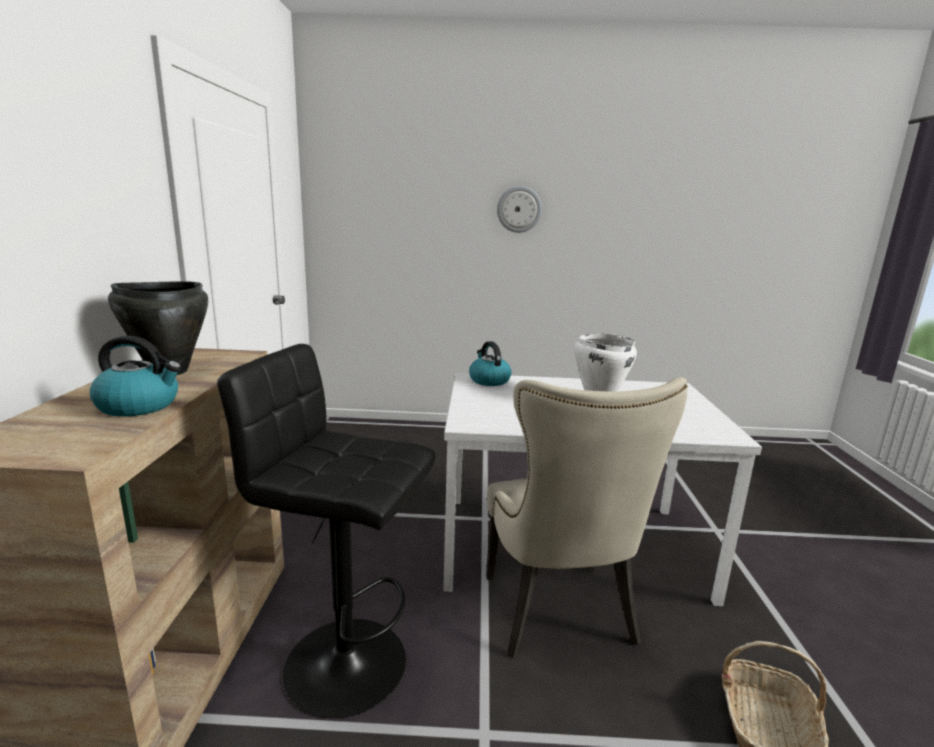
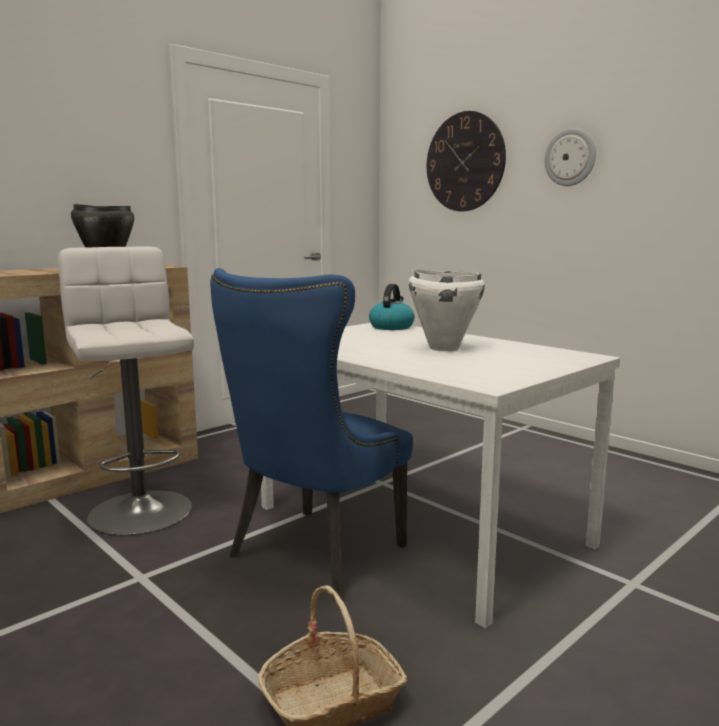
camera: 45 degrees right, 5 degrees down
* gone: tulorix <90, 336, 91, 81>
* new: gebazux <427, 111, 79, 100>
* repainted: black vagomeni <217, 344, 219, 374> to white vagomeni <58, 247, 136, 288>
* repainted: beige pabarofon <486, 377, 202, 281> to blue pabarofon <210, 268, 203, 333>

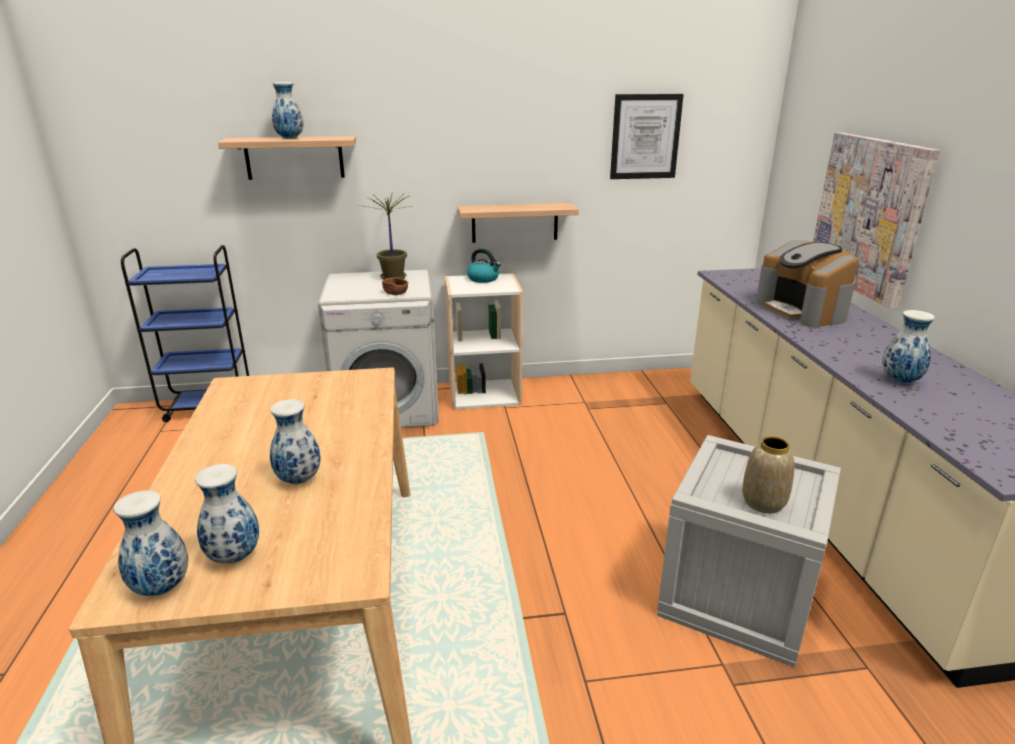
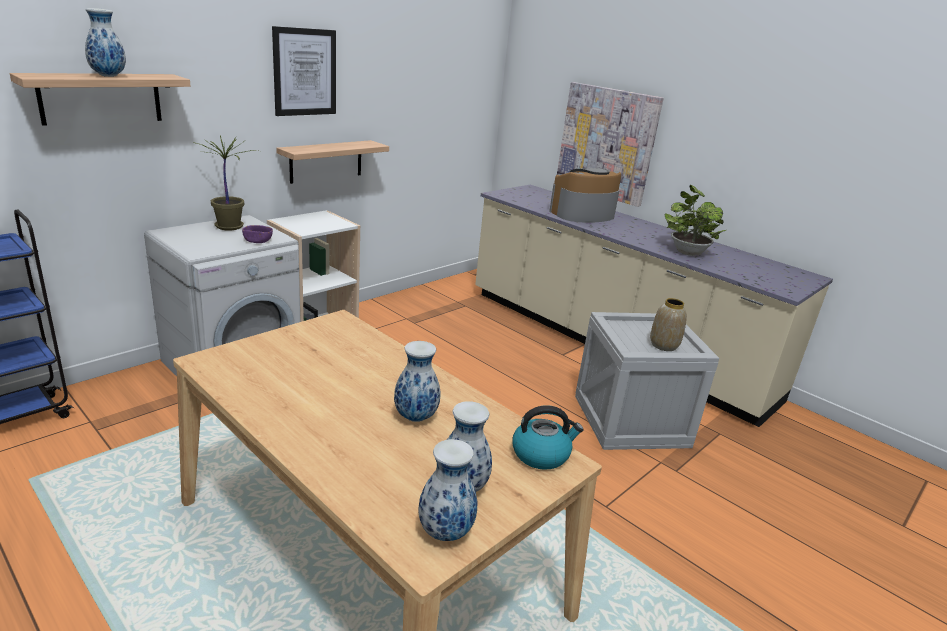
camera: 40 degrees left, 0 degrees up
* shifted: tulorix <467, 249, 34, 34> to <513, 405, 71, 65>
* shifted: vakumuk <610, 94, 74, 85> to <272, 26, 64, 90>
* swapped: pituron <882, 310, 53, 74> to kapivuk <664, 185, 62, 71>
* repainted: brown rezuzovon <382, 277, 26, 18> to purple rezuzovon <242, 225, 31, 18>
* rotated: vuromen <756, 240, 103, 88> = <549, 168, 72, 55> 120 degrees clockwise

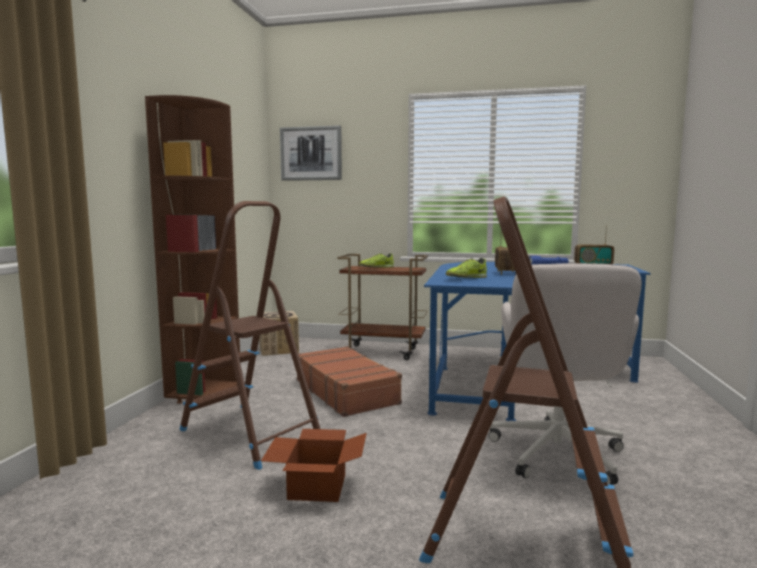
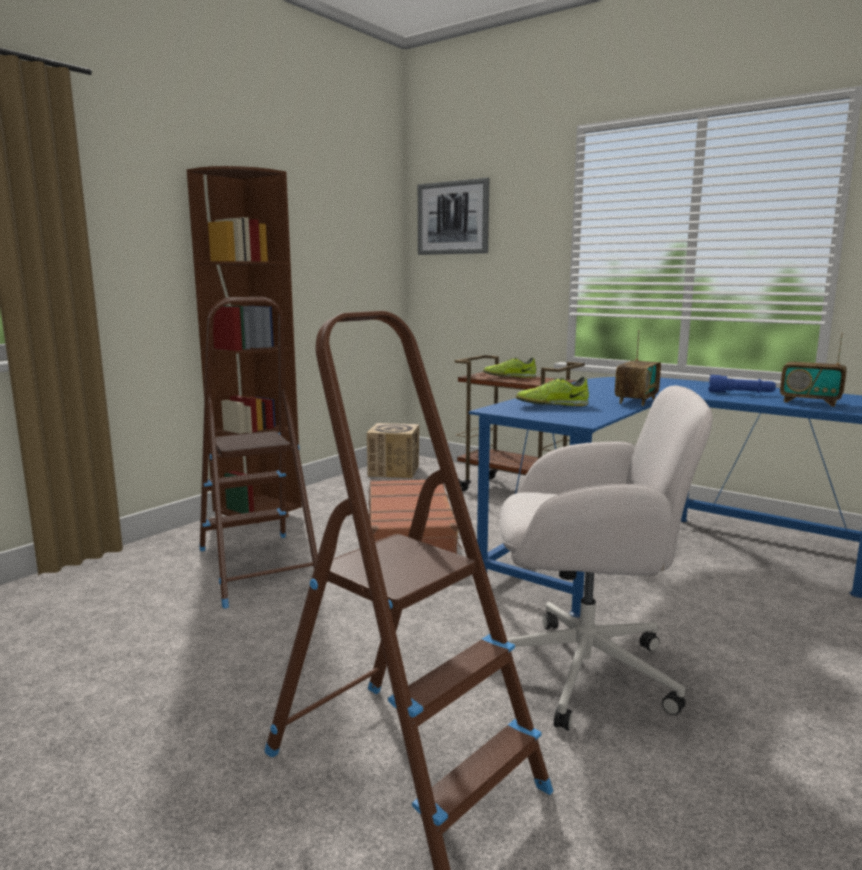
camera: 25 degrees right, 5 degrees up
* gone: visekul <261, 429, 106, 73>
* rotated: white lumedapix <488, 263, 154, 222> = <499, 385, 214, 345> 120 degrees counterclockwise

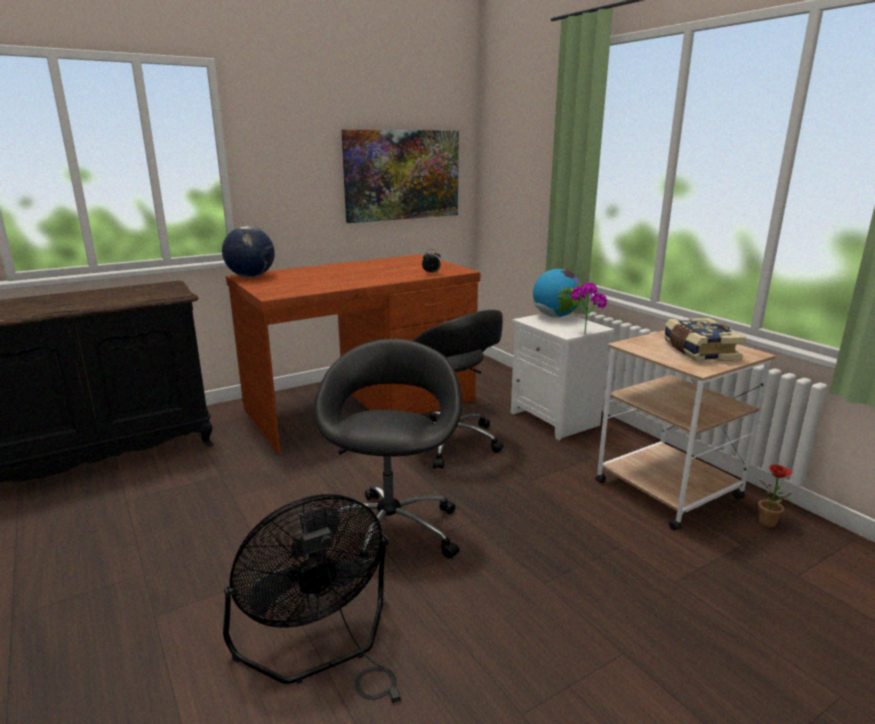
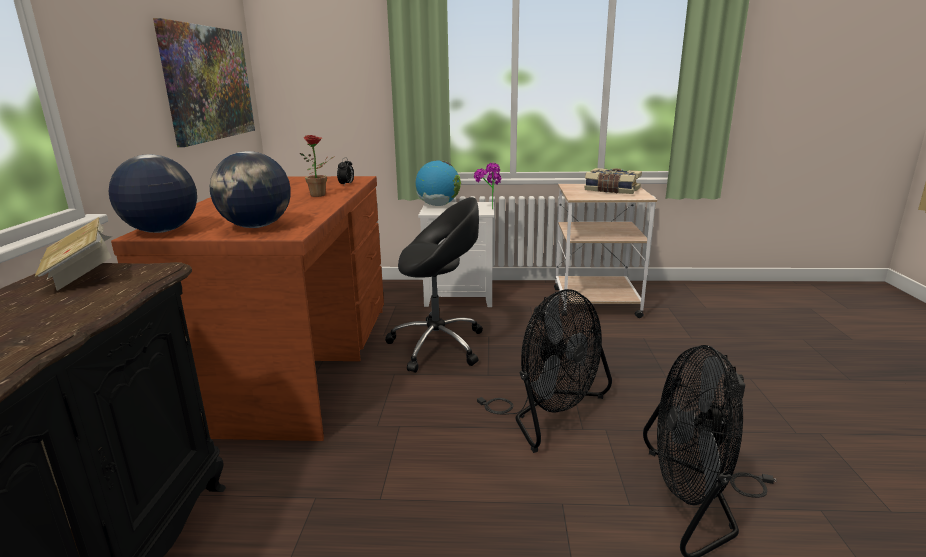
camera: 55 degrees left, 0 degrees up
* new: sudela <34, 217, 78, 74>
* new: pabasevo <210, 151, 81, 77>
* shifted: kapivuk <758, 464, 39, 64> to <300, 135, 35, 62>
* swapped: black lumedapix <314, 339, 149, 232> to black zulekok <477, 289, 135, 164>

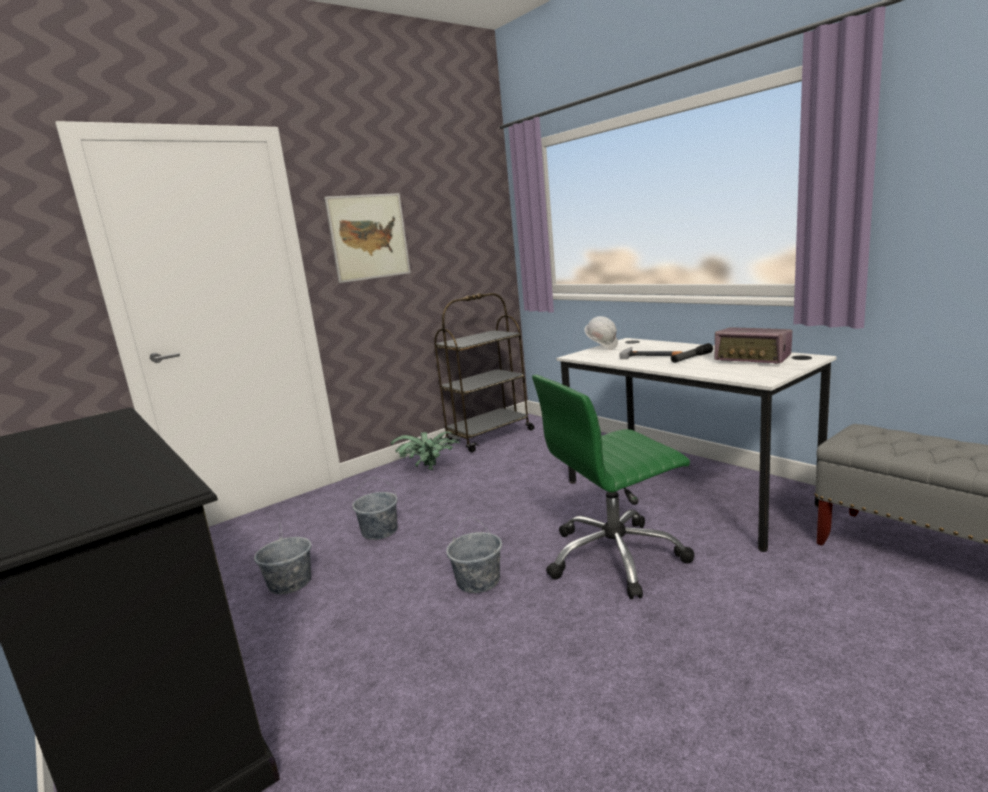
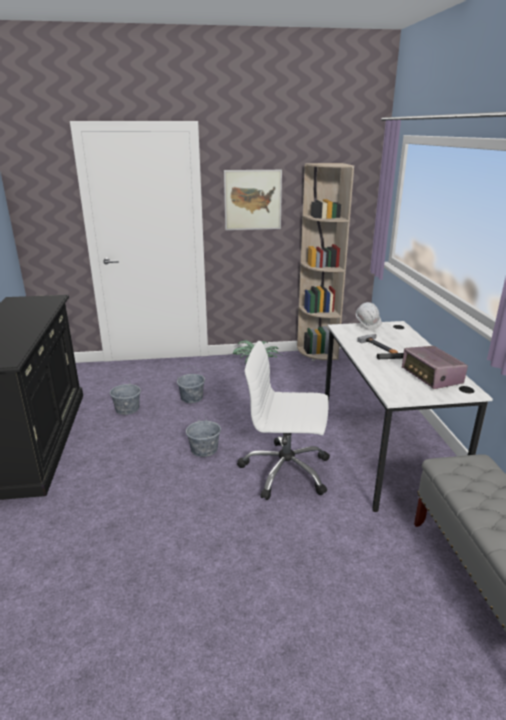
camera: 30 degrees right, 10 degrees up
* swapped: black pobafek <434, 293, 100, 160> to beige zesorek <297, 163, 57, 198>
* repainted: green lumedapix <532, 374, 163, 225> to white lumedapix <237, 341, 93, 159>

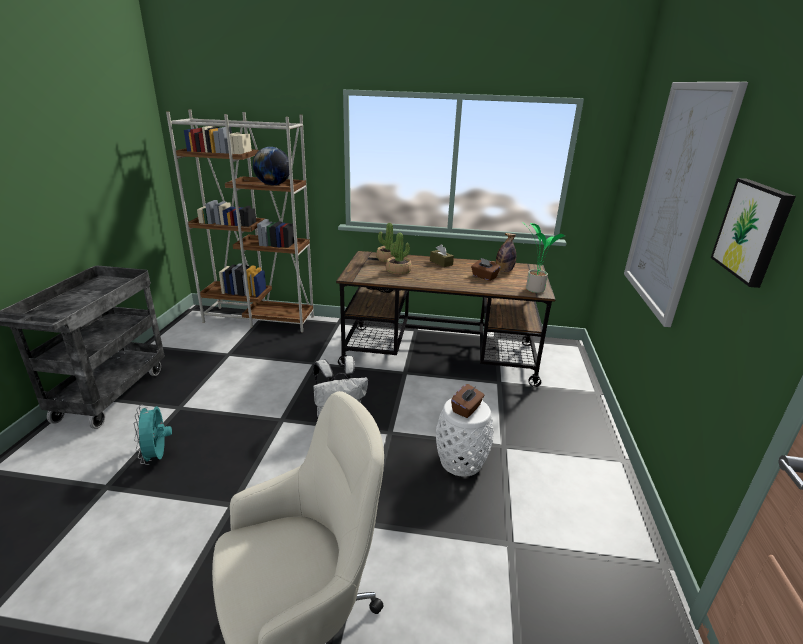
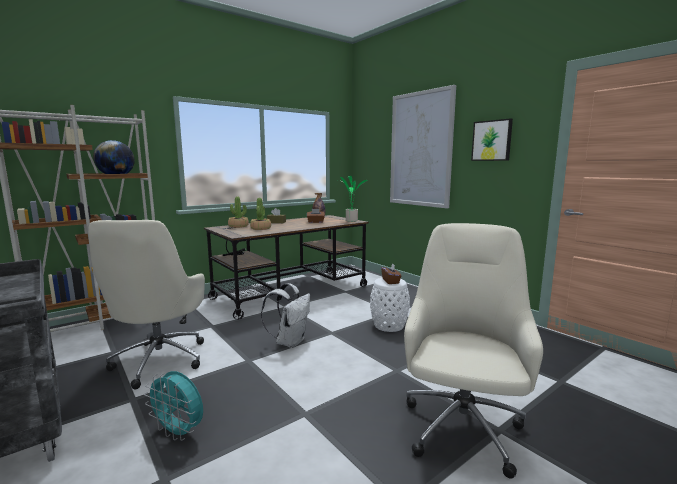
camera: 45 degrees left, 15 degrees down
* new: beige lumedapix <89, 220, 116, 169>

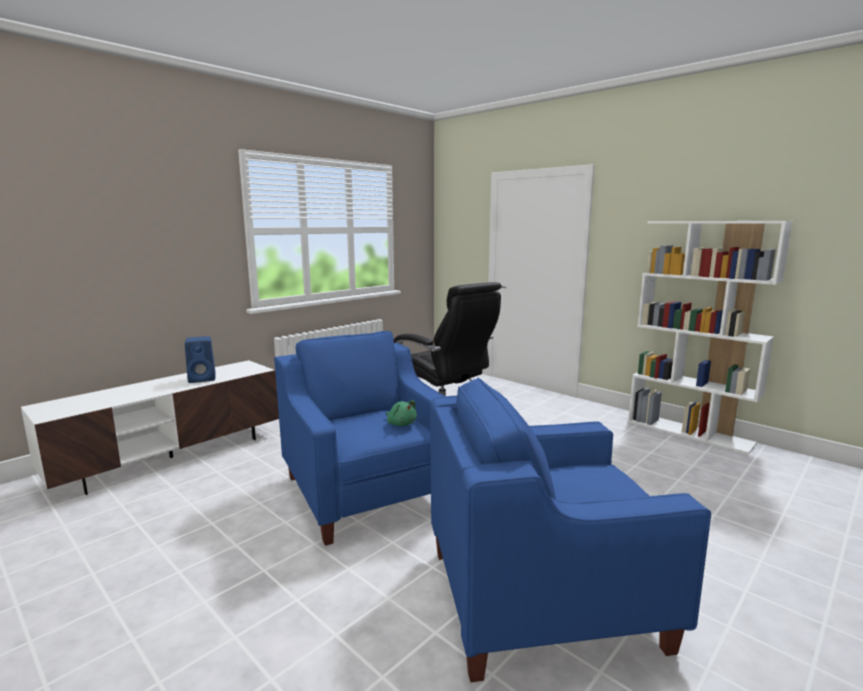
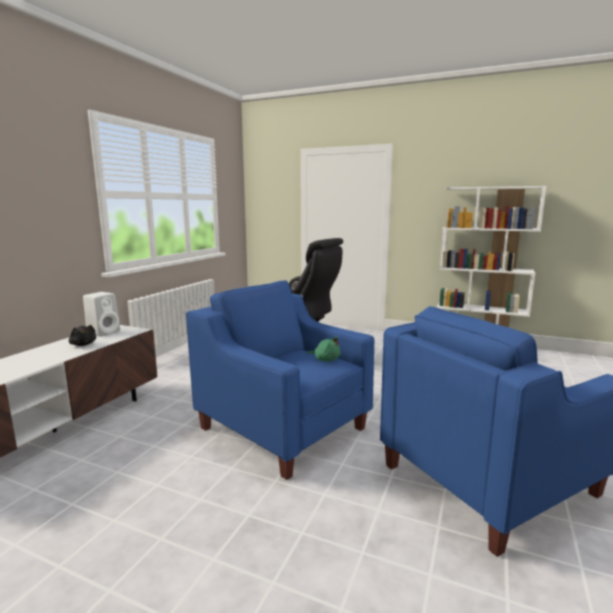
camera: 20 degrees left, 0 degrees up
* new: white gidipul <83, 292, 37, 45>
* swapped: blue gidipul <185, 336, 31, 47> to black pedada <69, 325, 27, 21>

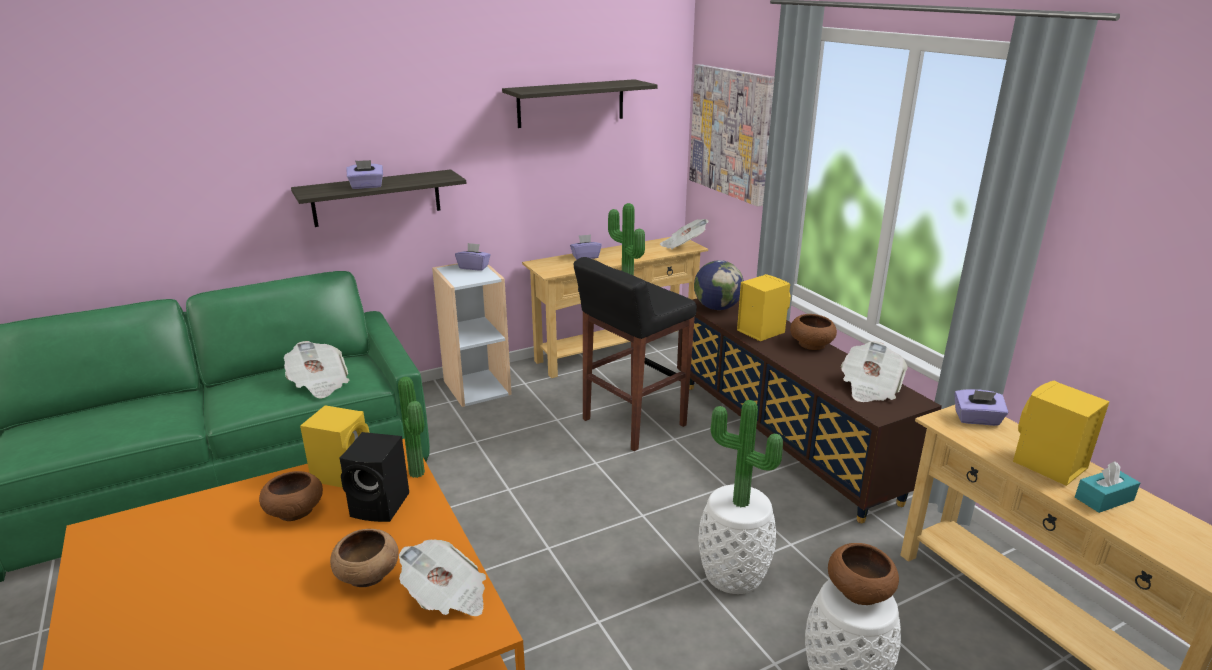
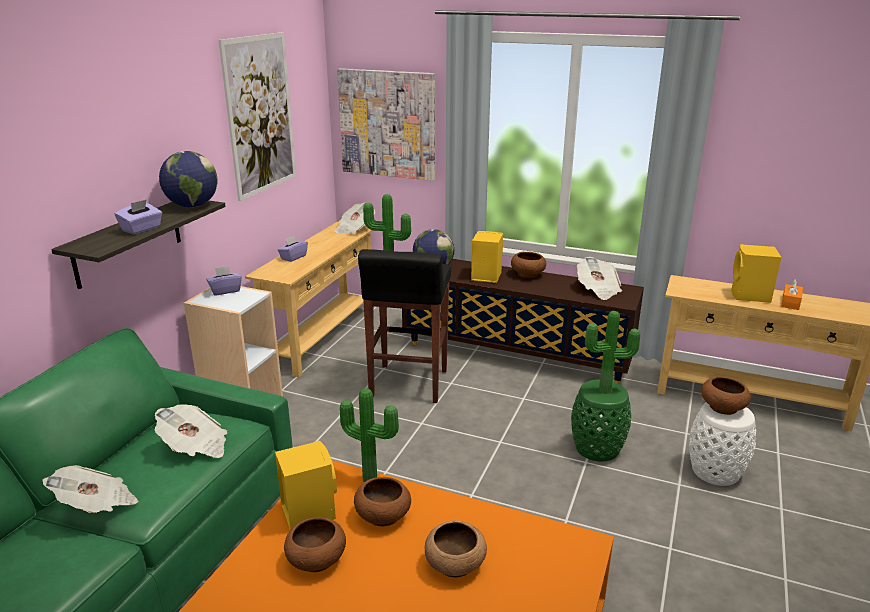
camera: 40 degrees left, 0 degrees up
* gone: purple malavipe <954, 389, 54, 37>
* new: pabasevo <159, 151, 59, 56>
* shifted: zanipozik <399, 540, 87, 76> to <42, 465, 96, 48>
* swapped: black gidipul <340, 432, 69, 90> to brown rezuzovon <354, 477, 57, 49>
* swapped: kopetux <502, 79, 156, 49> to vakumuk <218, 32, 78, 169>
* repainted: white vagomeni <699, 485, 77, 109> to green vagomeni <571, 379, 60, 83>
* repainted: turquoise malavipe <1075, 461, 65, 52> to orange malavipe <781, 279, 22, 31>

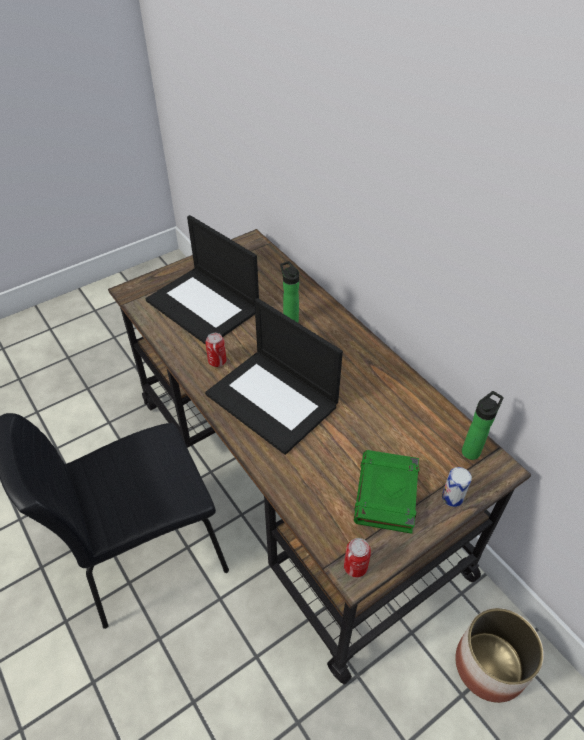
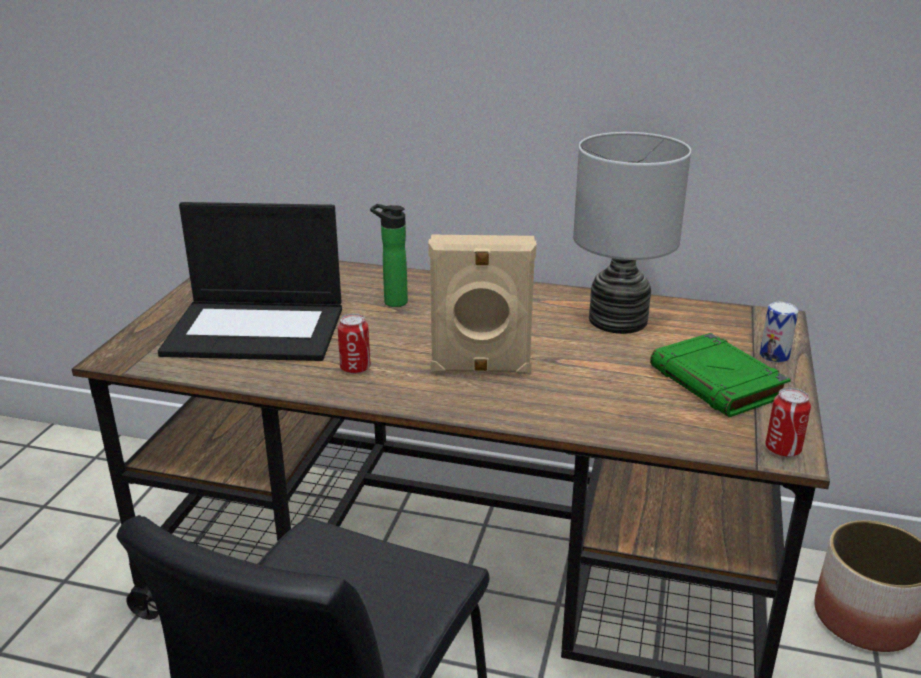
camera: 40 degrees left, 20 degrees down
* gone: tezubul <462, 391, 42, 69>
* new: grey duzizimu <573, 132, 118, 202>
* swapped: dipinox <205, 298, 138, 157> to beige gidipul <428, 235, 109, 139>

